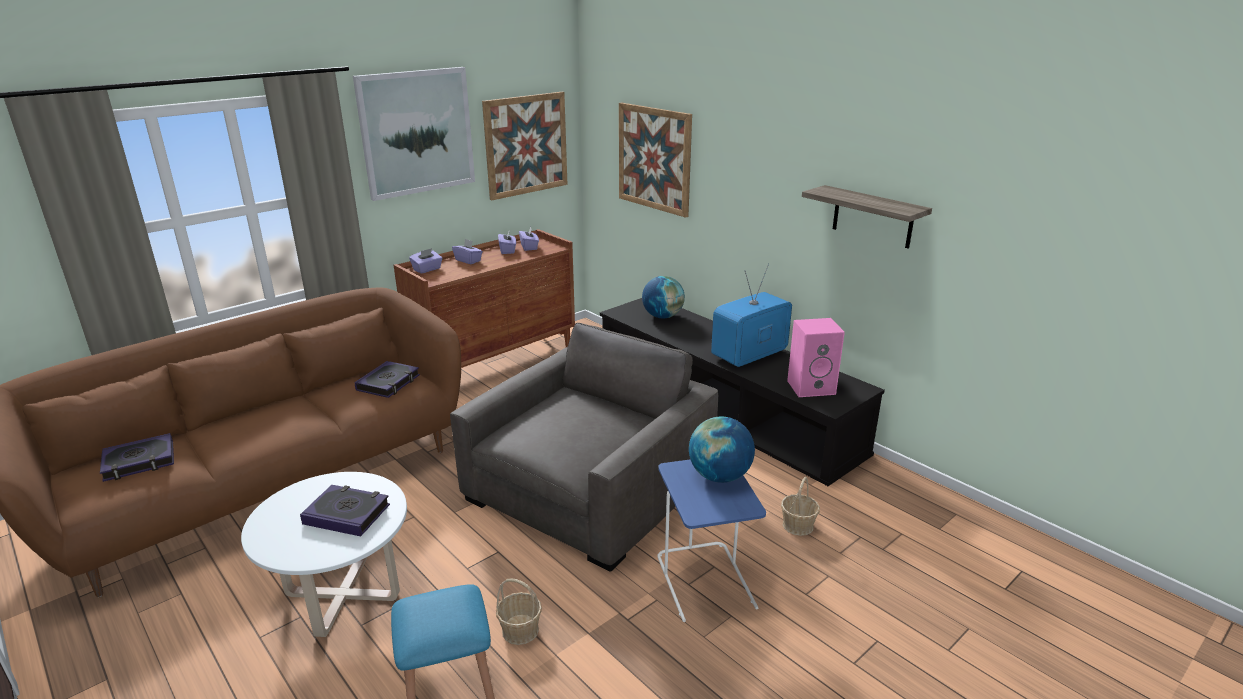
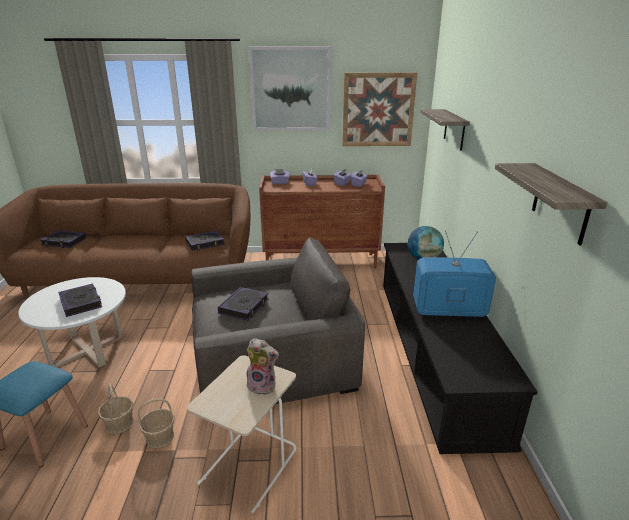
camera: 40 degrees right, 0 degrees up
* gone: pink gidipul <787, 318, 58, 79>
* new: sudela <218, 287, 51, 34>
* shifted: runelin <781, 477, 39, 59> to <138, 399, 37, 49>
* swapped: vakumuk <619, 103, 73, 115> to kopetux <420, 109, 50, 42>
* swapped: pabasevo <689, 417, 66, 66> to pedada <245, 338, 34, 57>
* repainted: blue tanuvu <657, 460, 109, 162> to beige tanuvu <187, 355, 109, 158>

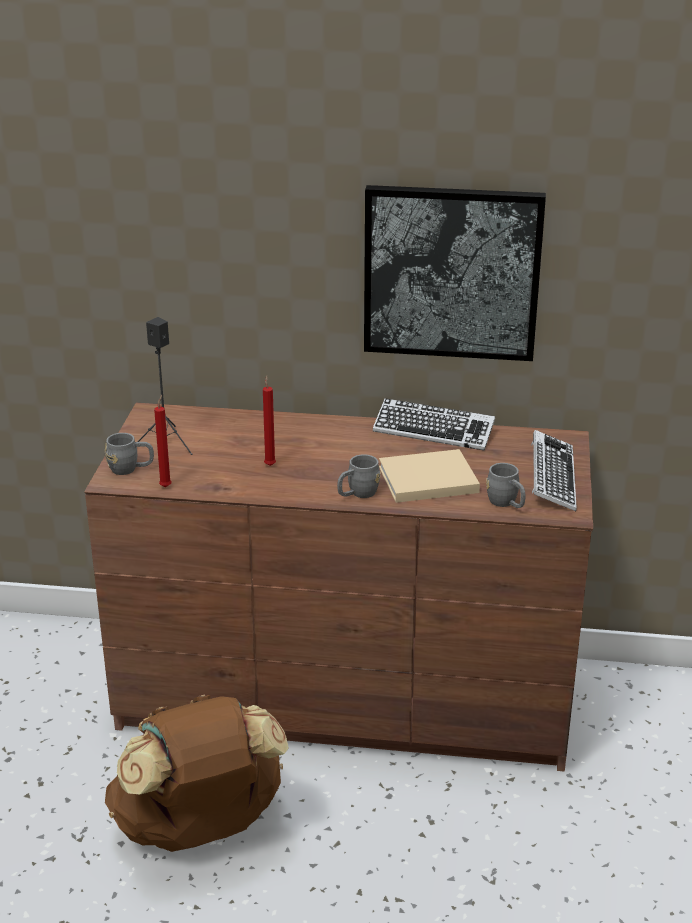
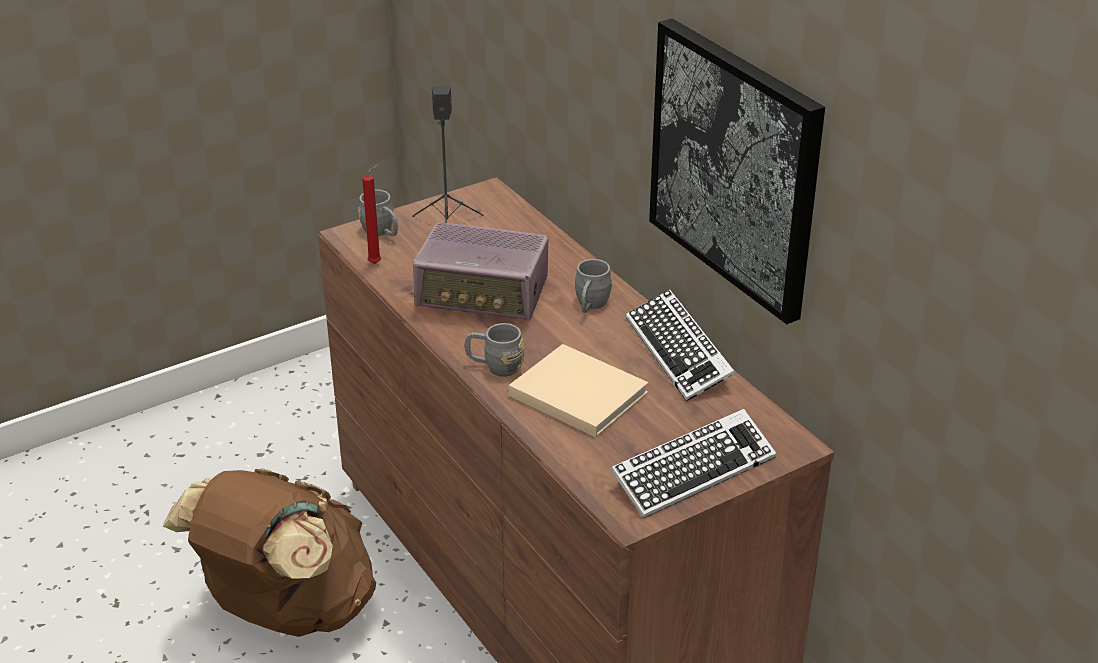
camera: 50 degrees right, 5 degrees up
* shifted: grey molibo <486, 463, 40, 45> to <575, 259, 37, 54>
* swapped: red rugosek <263, 375, 13, 91> to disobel <413, 222, 135, 99>

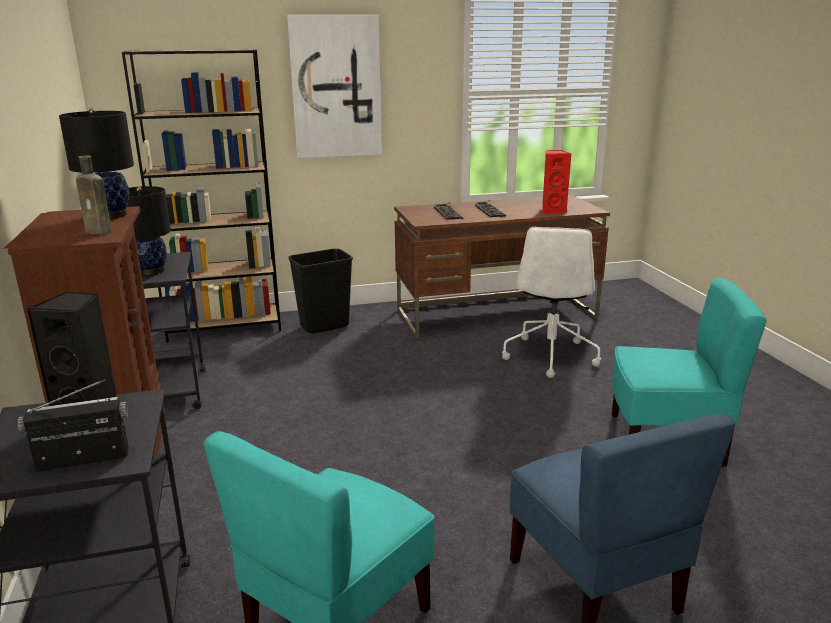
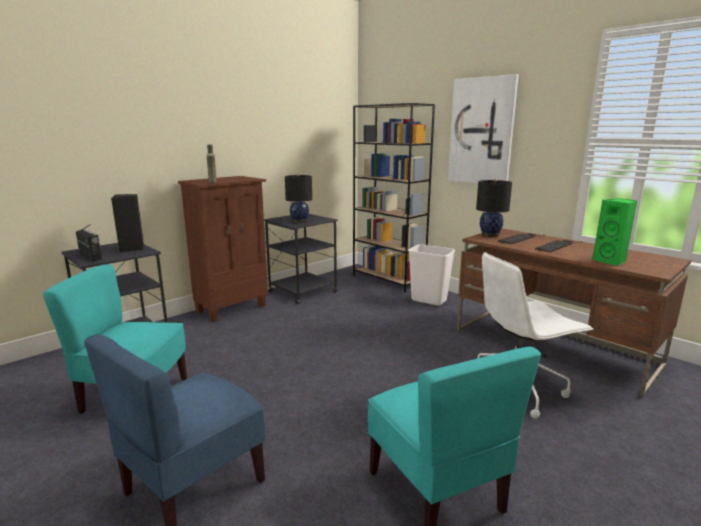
camera: 60 degrees right, 5 degrees down
* shifted: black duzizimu <59, 108, 75, 111> to <476, 179, 36, 58>
* repainted: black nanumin <288, 248, 65, 86> to white nanumin <408, 244, 47, 61>
* repainted: red gidipul <542, 150, 29, 63> to green gidipul <592, 198, 45, 68>

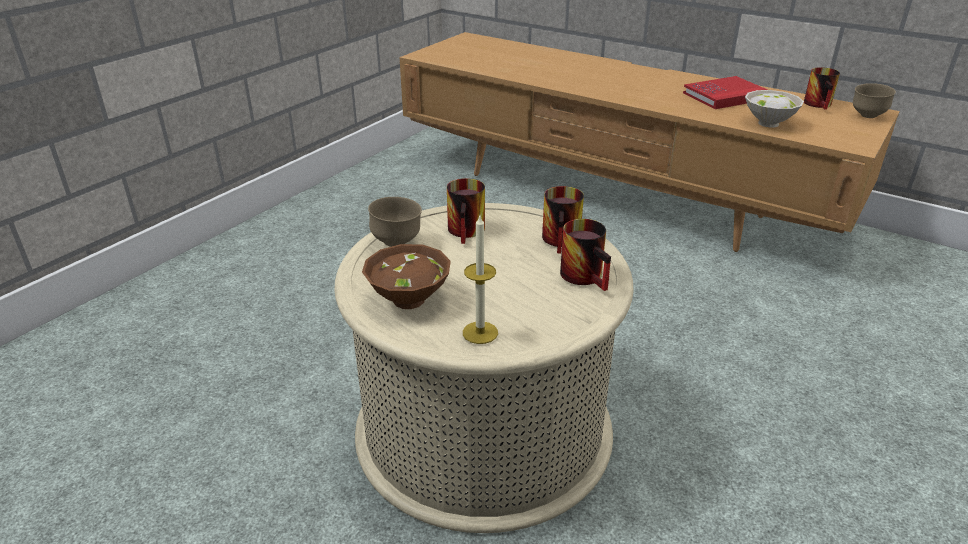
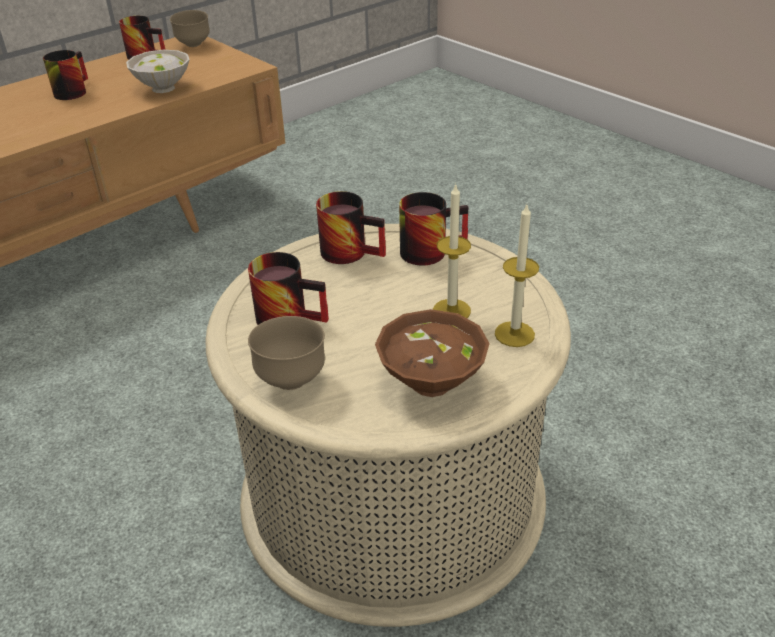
camera: 75 degrees left, 5 degrees up
* new: rugosek <433, 183, 38, 135>
* swapped: red sudela <683, 76, 85, 33> to molibo <43, 50, 45, 50>

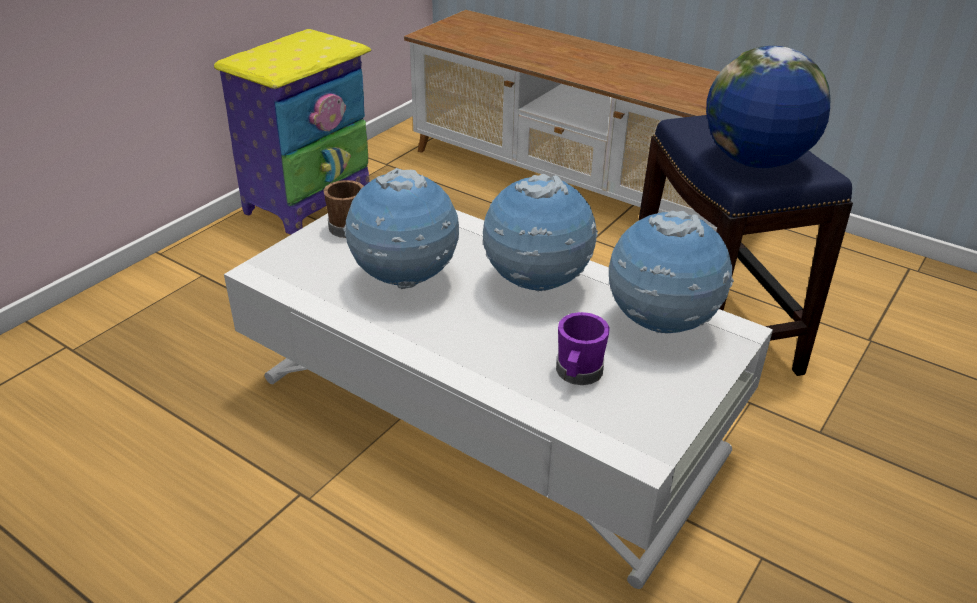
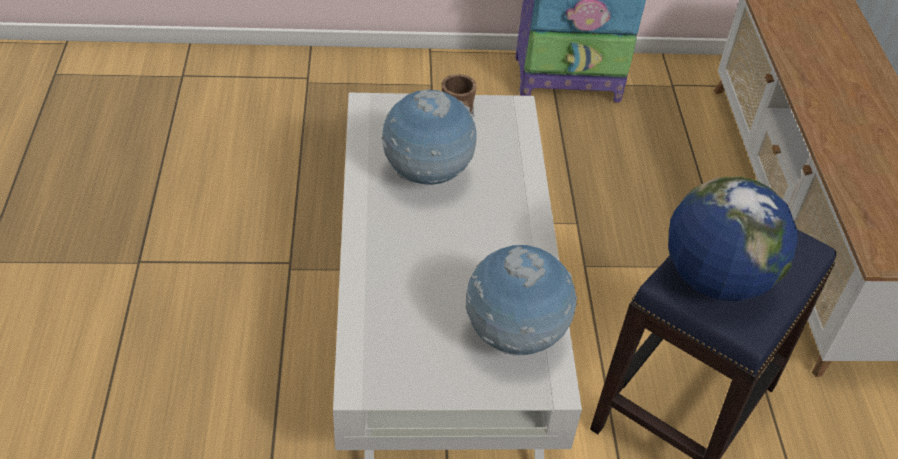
camera: 50 degrees right, 10 degrees up
* gone: pabasevo <483, 174, 115, 118>
* gone: purple molibo <556, 312, 54, 73>

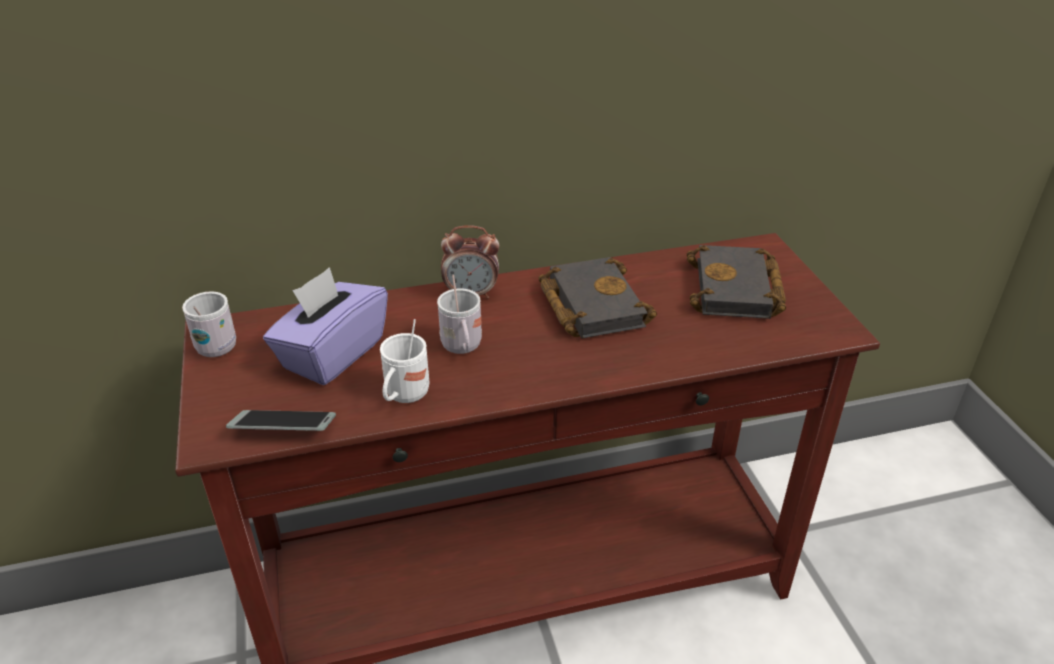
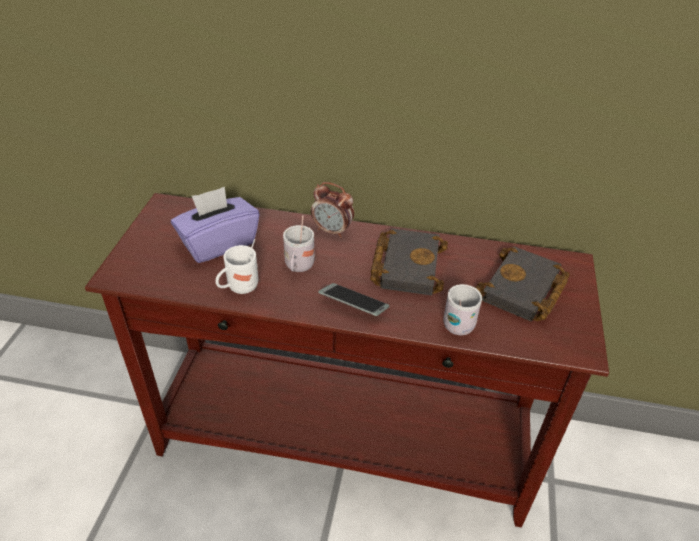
camera: 25 degrees right, 5 degrees up
* shifted: white molibo <182, 291, 54, 66> to <443, 284, 39, 51>
* shifted: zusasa <226, 410, 110, 21> to <318, 283, 72, 33>

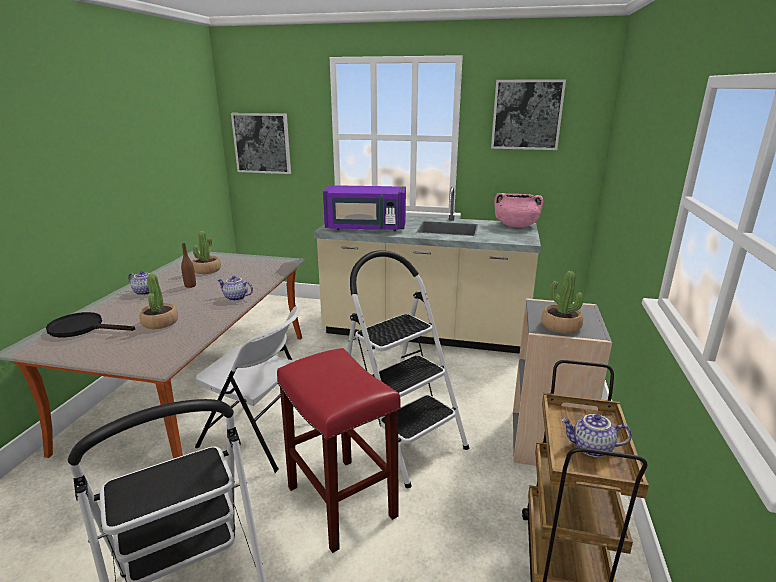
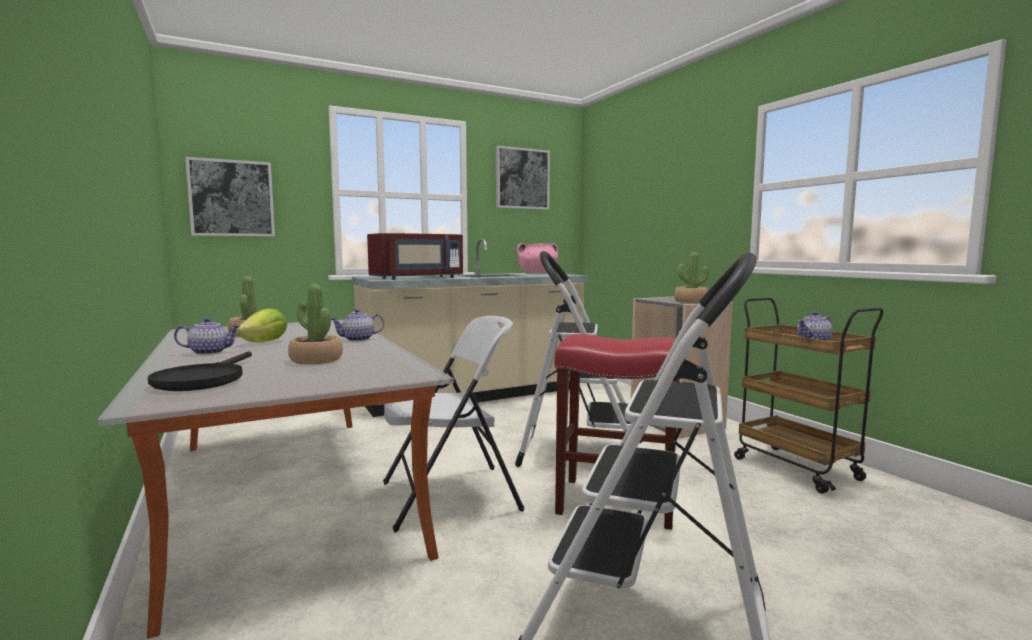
camera: 40 degrees left, 15 degrees down
* swapped: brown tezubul <181, 243, 15, 45> to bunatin <236, 308, 51, 34>
* repainted: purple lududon <323, 185, 83, 46> to red lududon <367, 233, 96, 47>
* rotated: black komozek <46, 312, 89, 25> = <148, 351, 104, 40> 60 degrees counterclockwise

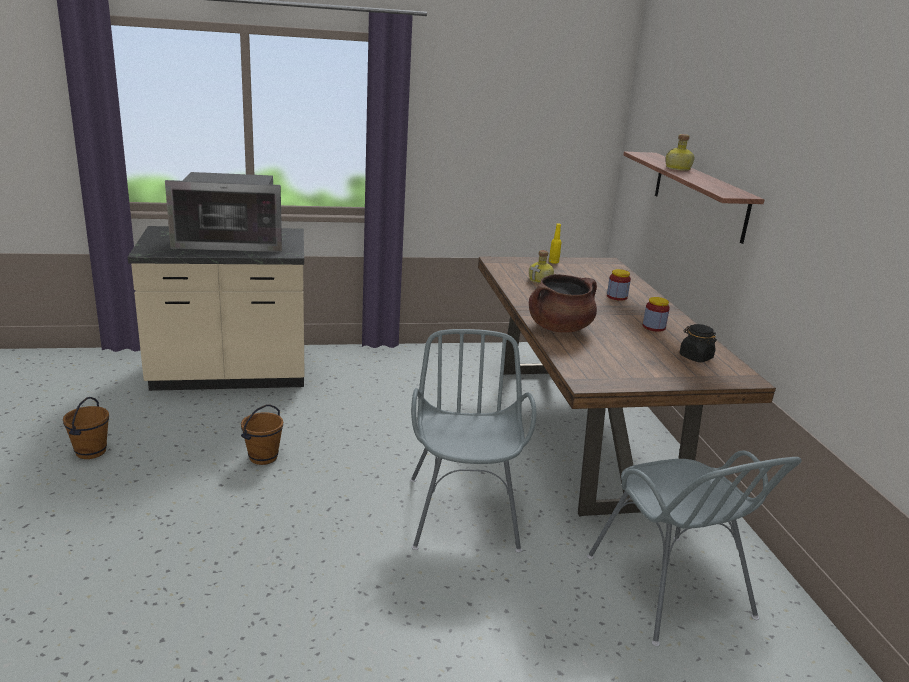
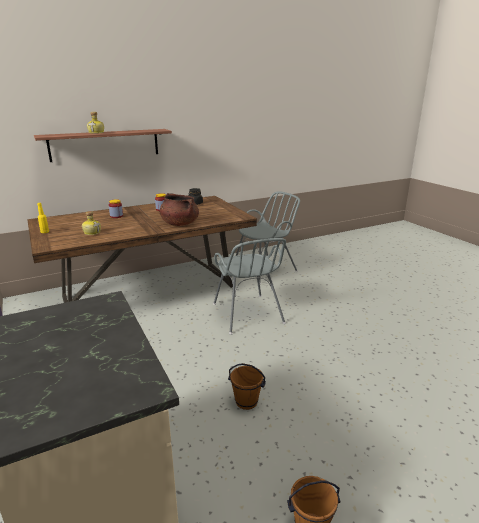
camera: 105 degrees left, 0 degrees up
* gone: lududon <165, 172, 117, 80>
* rotated: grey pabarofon <410, 329, 126, 224> = <213, 238, 73, 97> 90 degrees counterclockwise

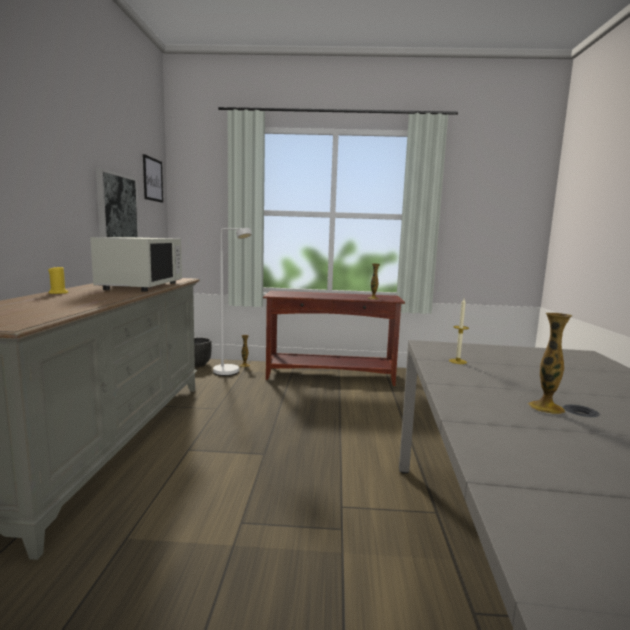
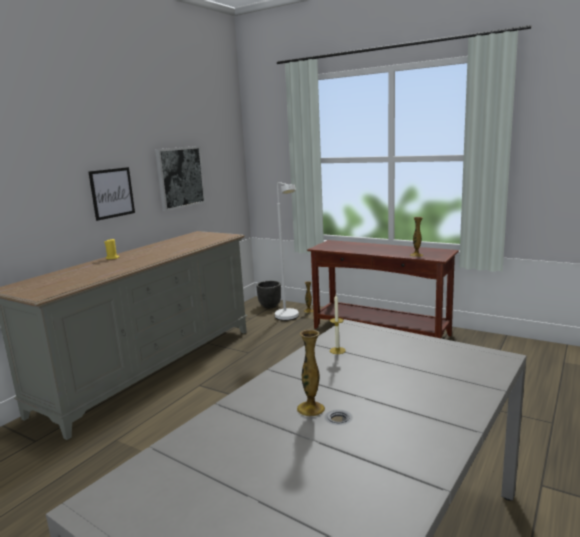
camera: 30 degrees right, 5 degrees up
* gone: white lududon <90, 237, 92, 55>
* shifted: vakumuk <143, 154, 20, 49> to <88, 167, 47, 54>

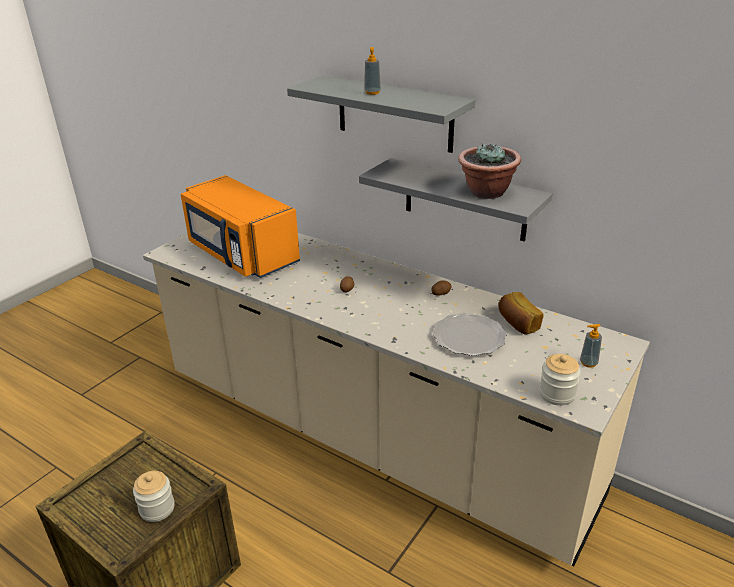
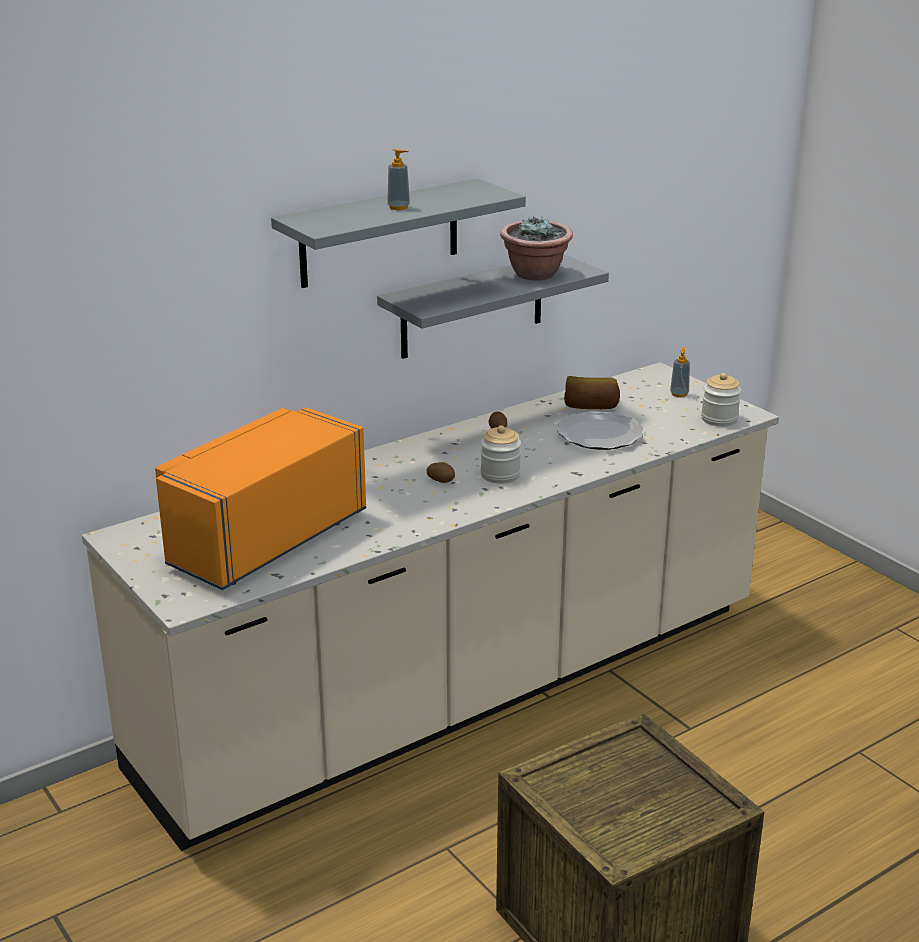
camera: 70 degrees left, 5 degrees down
* shifted: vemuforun <133, 471, 42, 51> to <481, 425, 40, 59>
* rotated: orange lududon <181, 175, 119, 103> = <155, 407, 211, 183> 150 degrees clockwise

